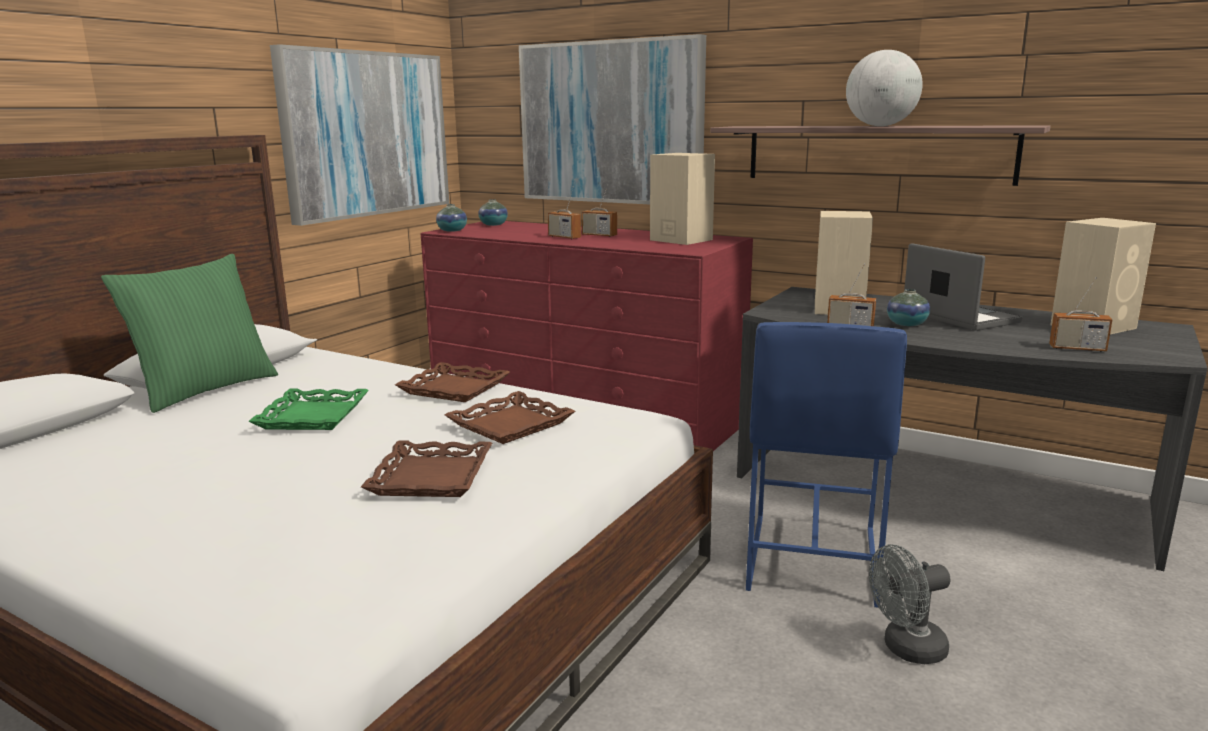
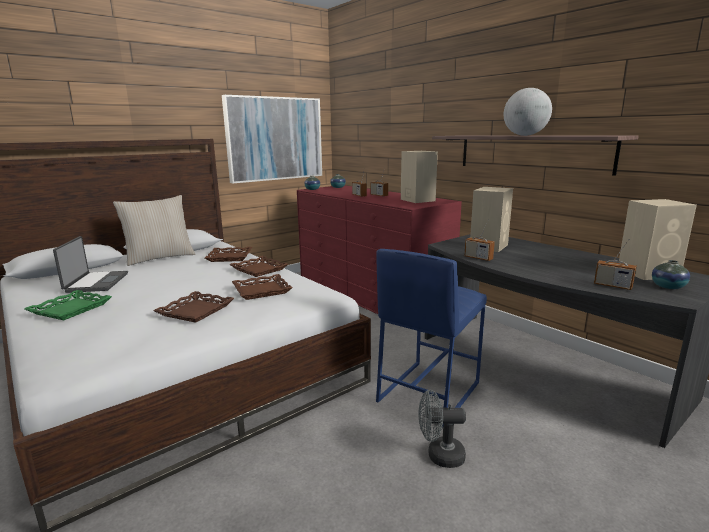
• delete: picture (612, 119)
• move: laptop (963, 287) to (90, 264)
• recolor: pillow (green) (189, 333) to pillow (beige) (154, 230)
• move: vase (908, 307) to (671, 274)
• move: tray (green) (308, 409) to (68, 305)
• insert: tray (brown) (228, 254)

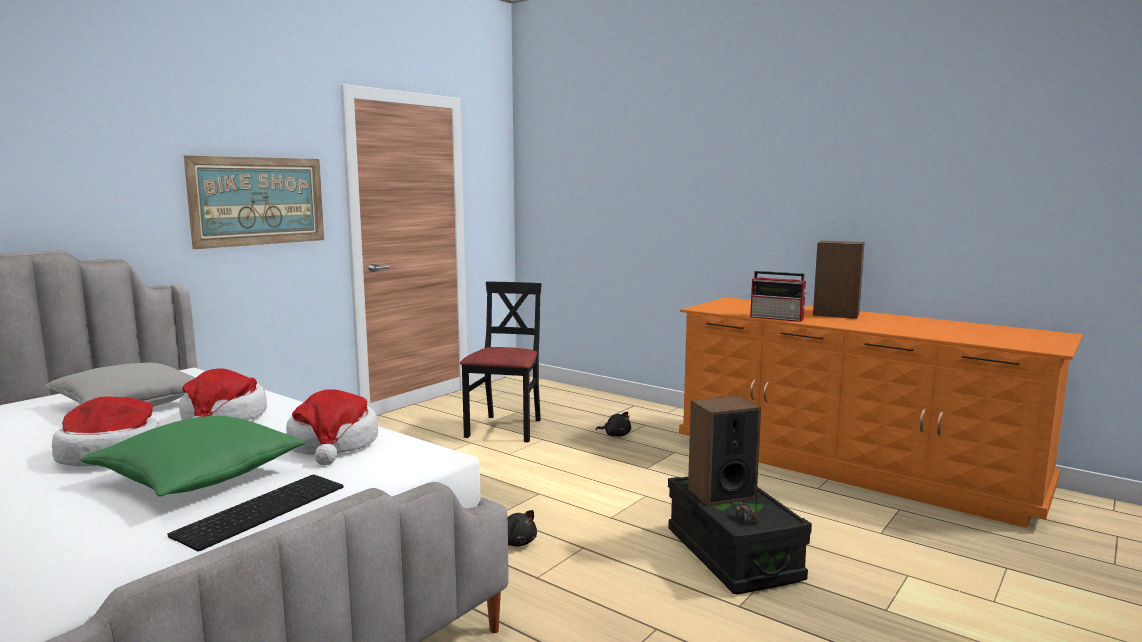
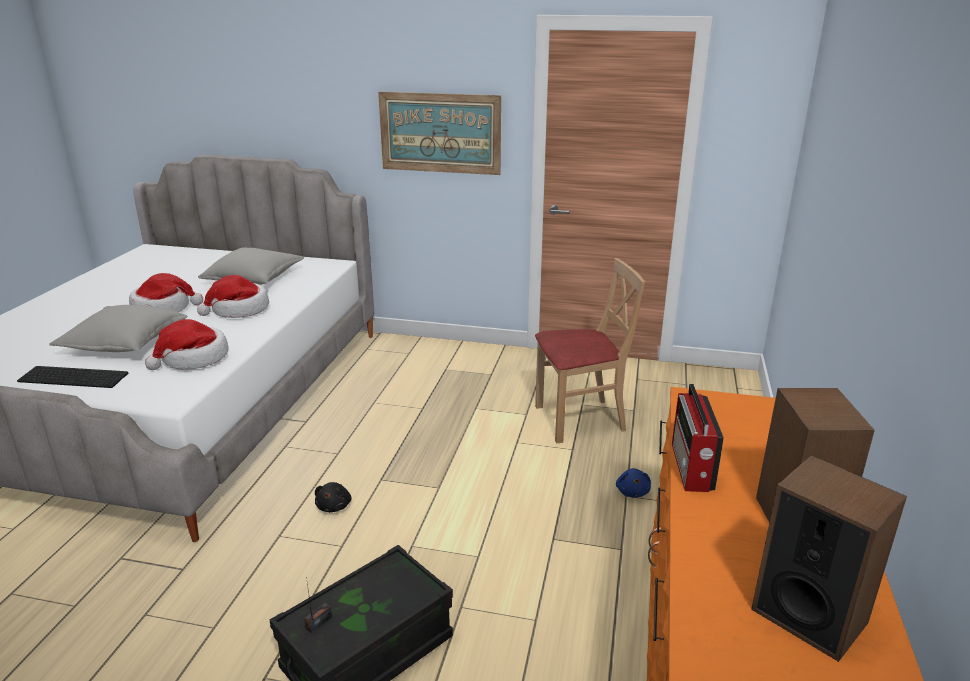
• recolor: chair (black) (501, 362) to chair (beige) (590, 350)
• move: speaker (724, 451) to (829, 558)
• recolor: plush toy (black) (613, 424) to plush toy (blue) (633, 483)
• recolor: pillow (green) (194, 456) to pillow (grey) (118, 328)

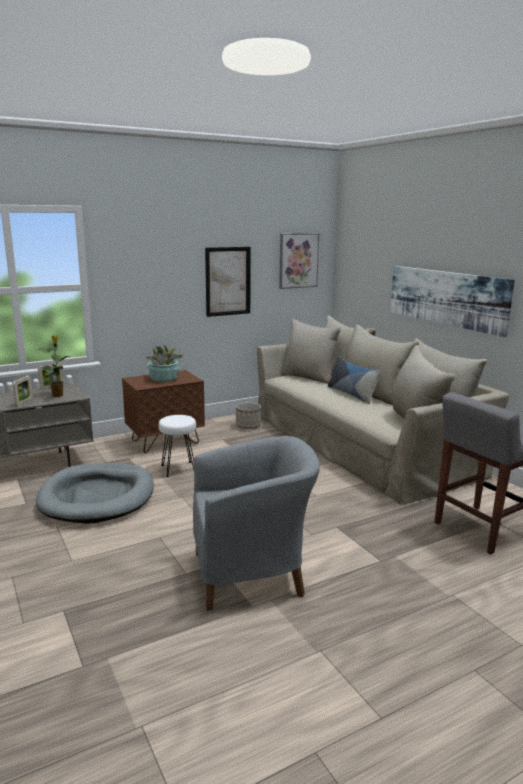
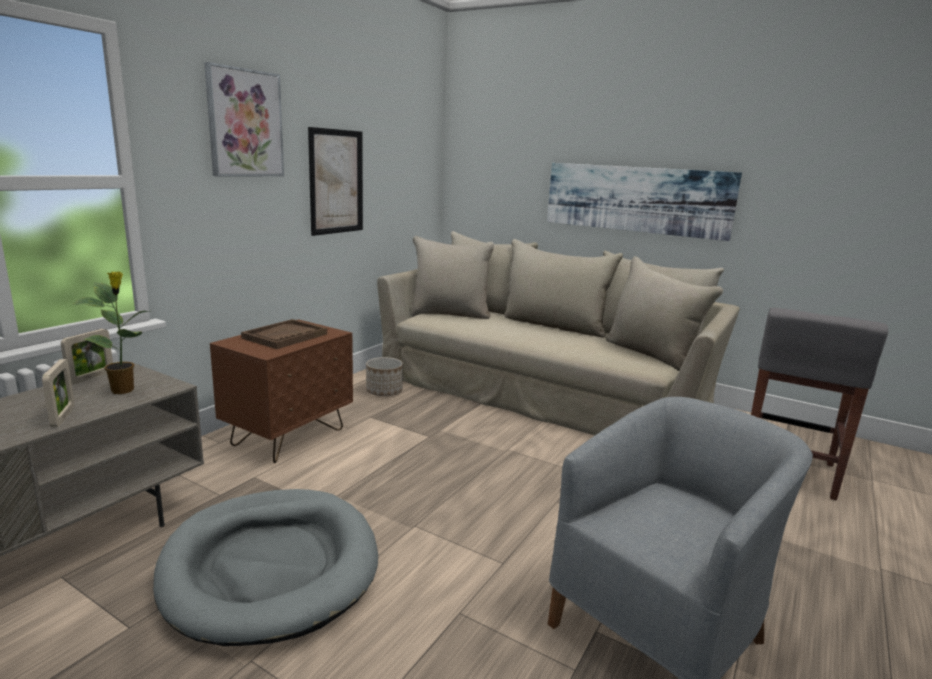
• move: picture (299, 261) to (244, 119)
• replace: potted plant (164, 363) to tray (brown) (284, 334)
• delete: pillow (354, 380)
• delete: stool (white) (177, 446)

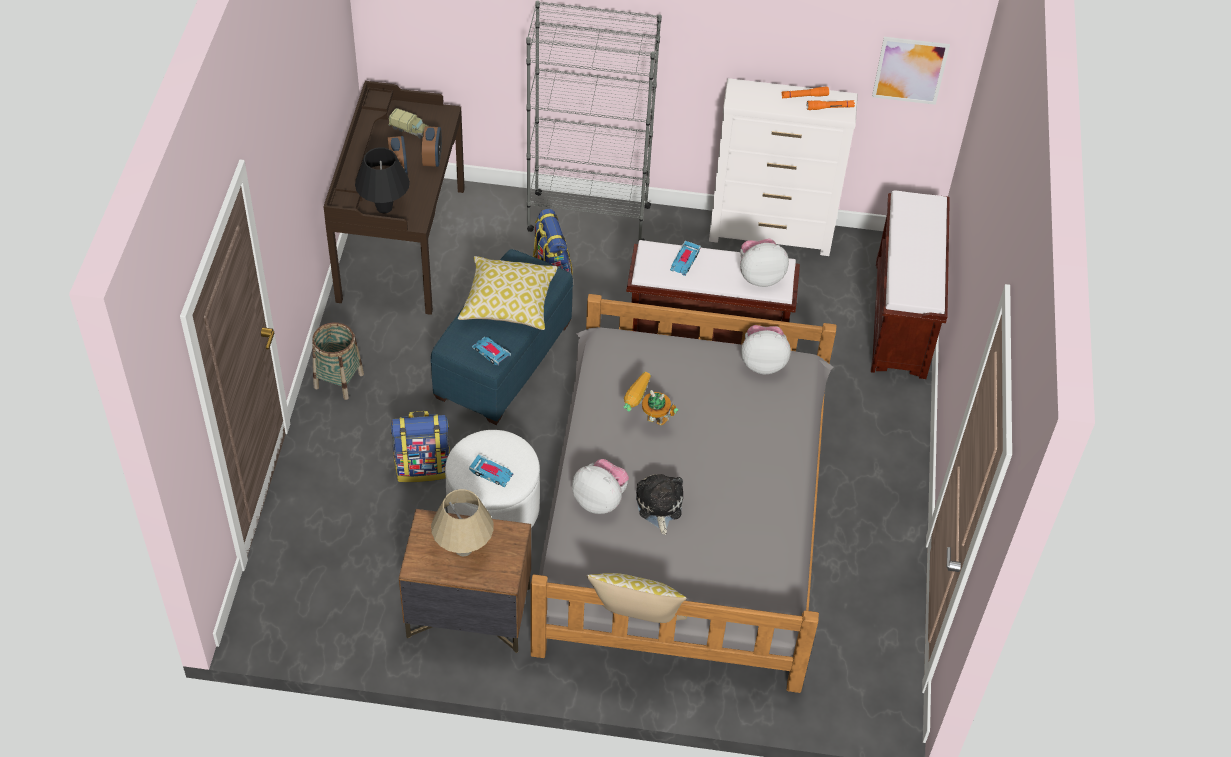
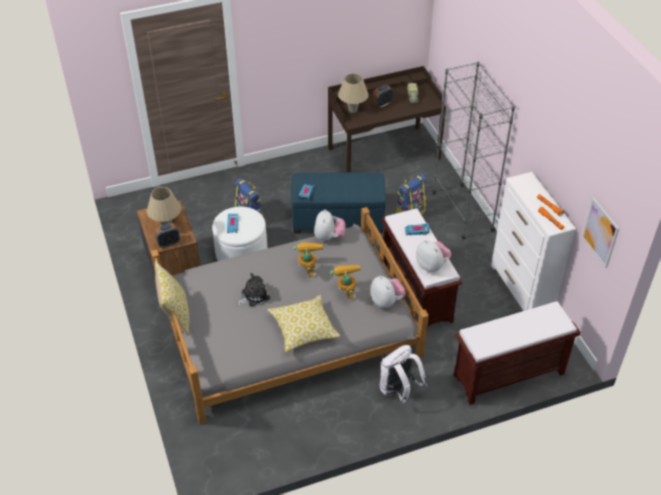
• move: alarm clock (432, 146) to (167, 235)
• recolor: table lamp (black) (382, 180) to table lamp (beige) (353, 93)
• move: pillow (508, 293) to (303, 323)
• delete: basket (338, 361)
• move: plush toy (600, 486) to (329, 225)
• insert: toy robot (345, 282)
• insert: backpack (white) (403, 374)

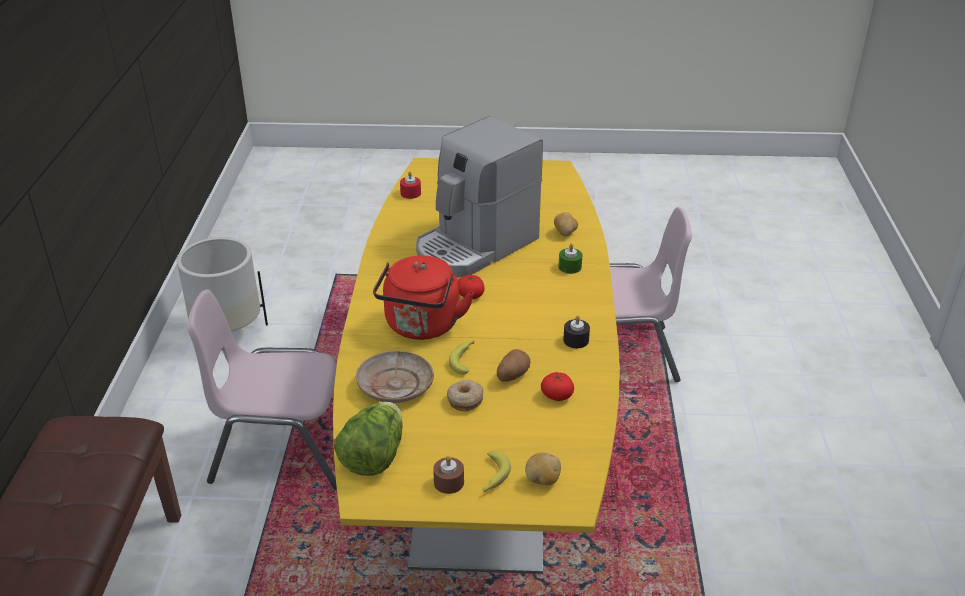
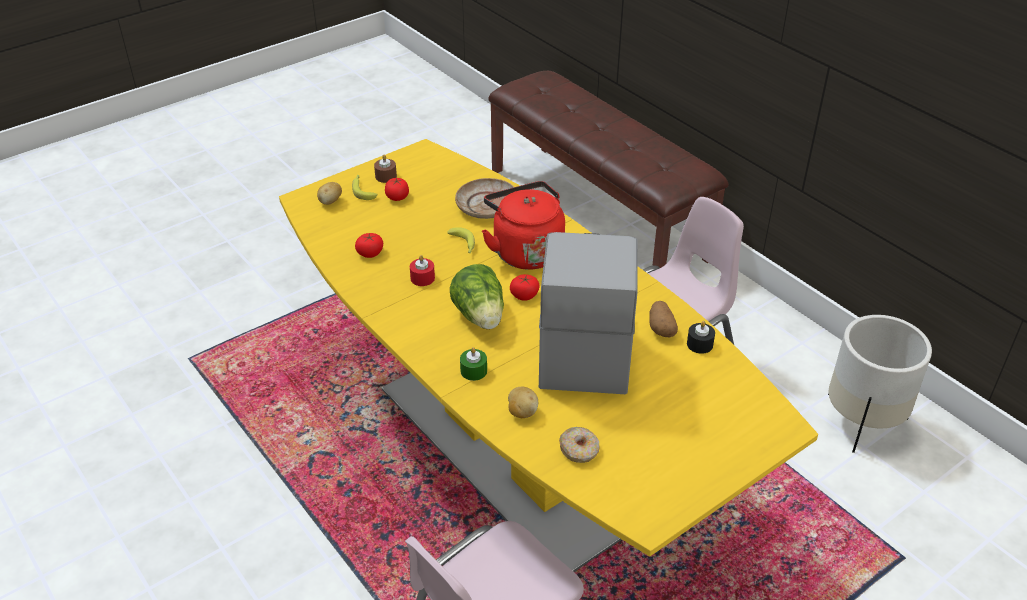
• move: candle (red) (410, 185) to (422, 270)
• move: candle (black) (576, 331) to (701, 337)
• move: potato (514, 365) to (663, 319)
• move: donut (465, 396) to (579, 445)
• move: lettuce (368, 439) to (477, 296)
• insert: tomato (397, 189)

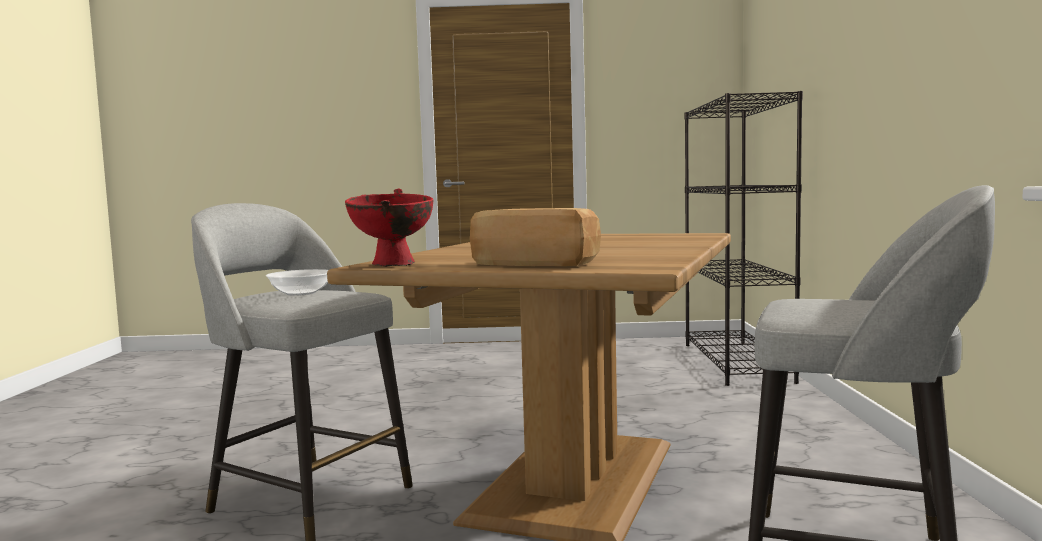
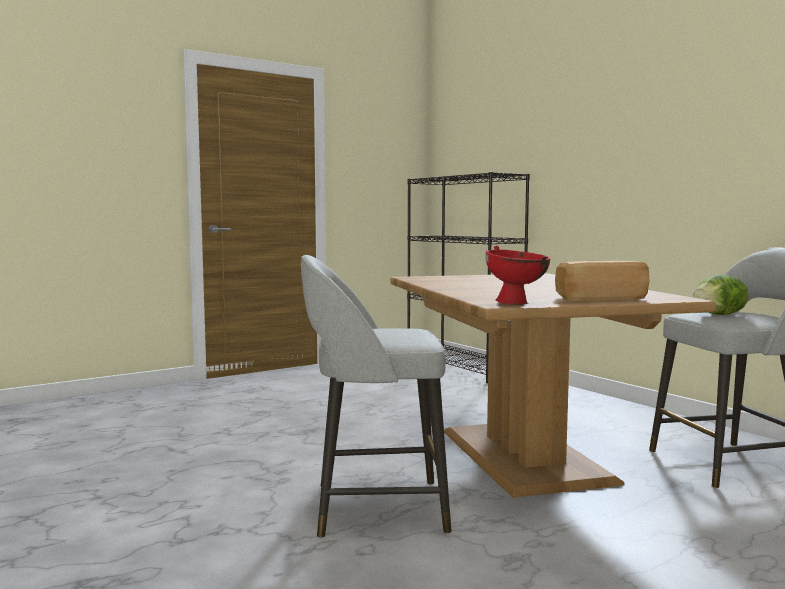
• delete: bowl (297, 282)
• insert: lettuce (720, 295)

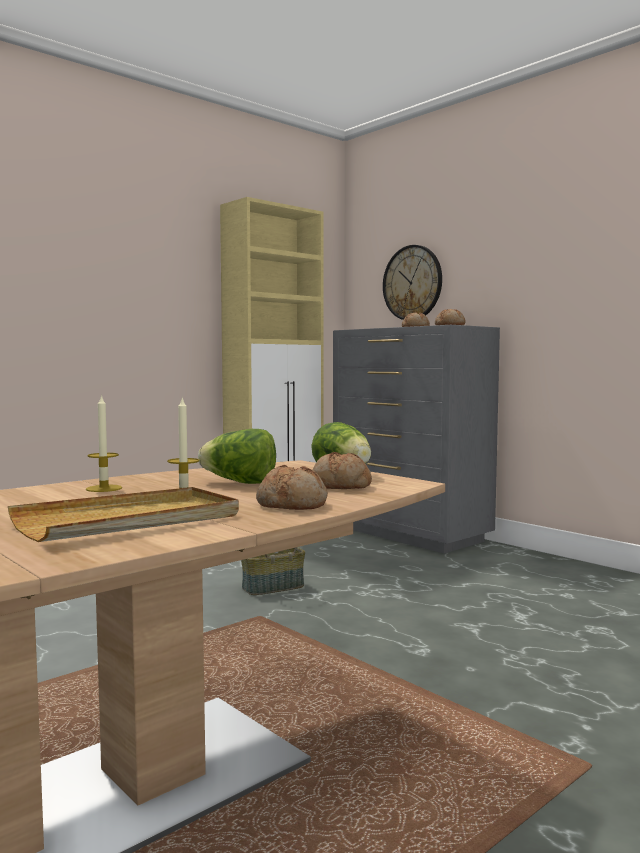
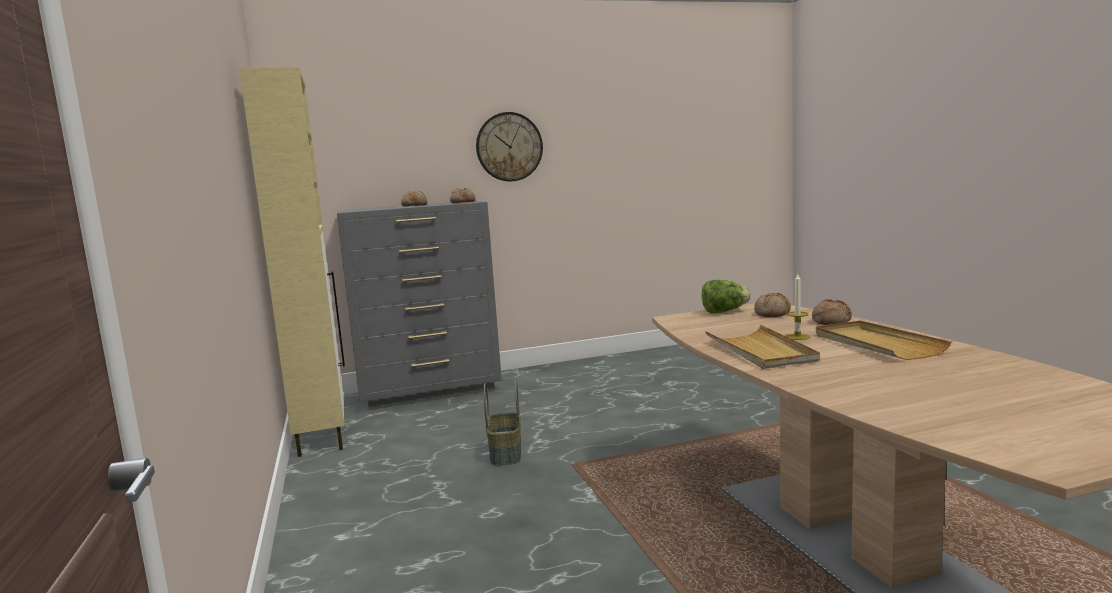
• move: wall clock (412, 282) to (509, 146)
• replace: candle (104, 443) to tray (beige) (762, 347)
• delete: lettuce (237, 456)

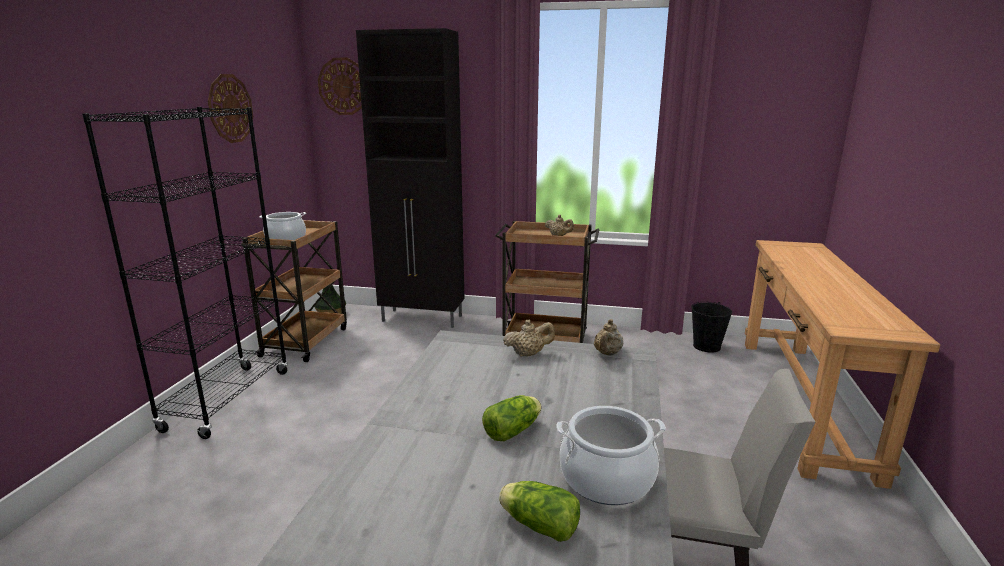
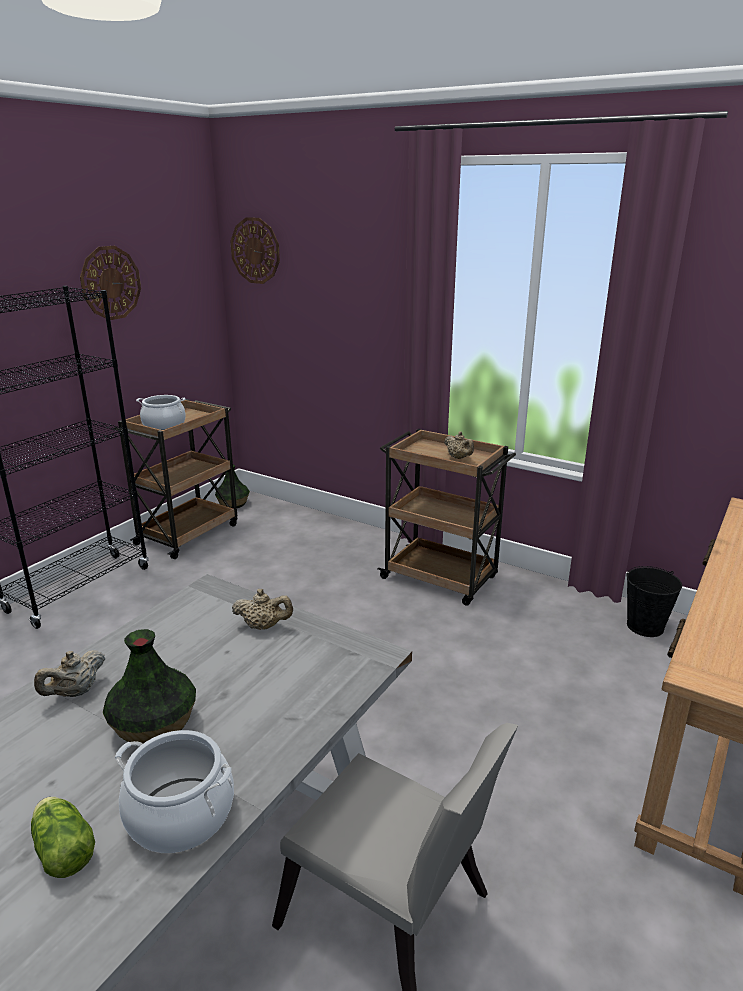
• delete: cabinet (black) (410, 178)
• move: teapot (beige) (608, 337) to (69, 673)
• replace: lettuce (511, 418) to vase (149, 686)

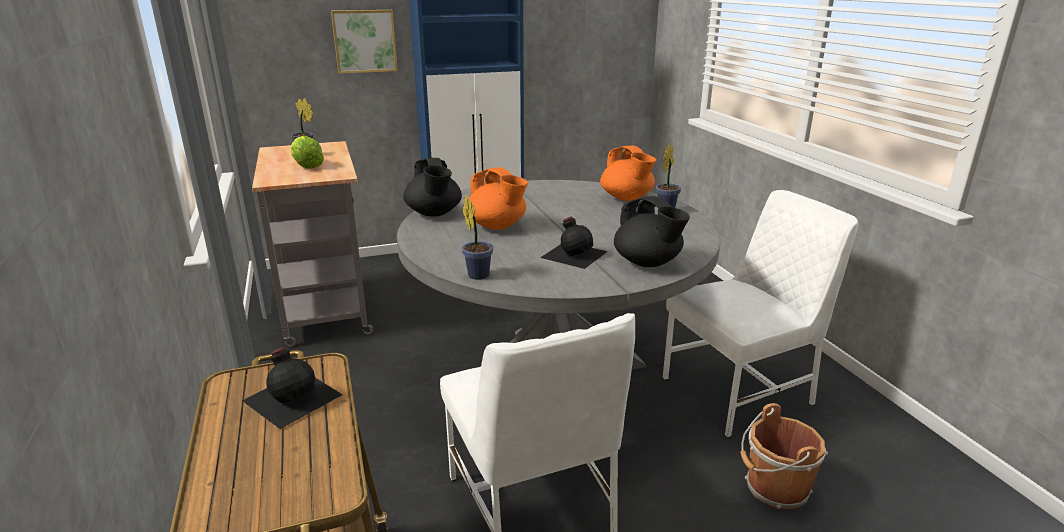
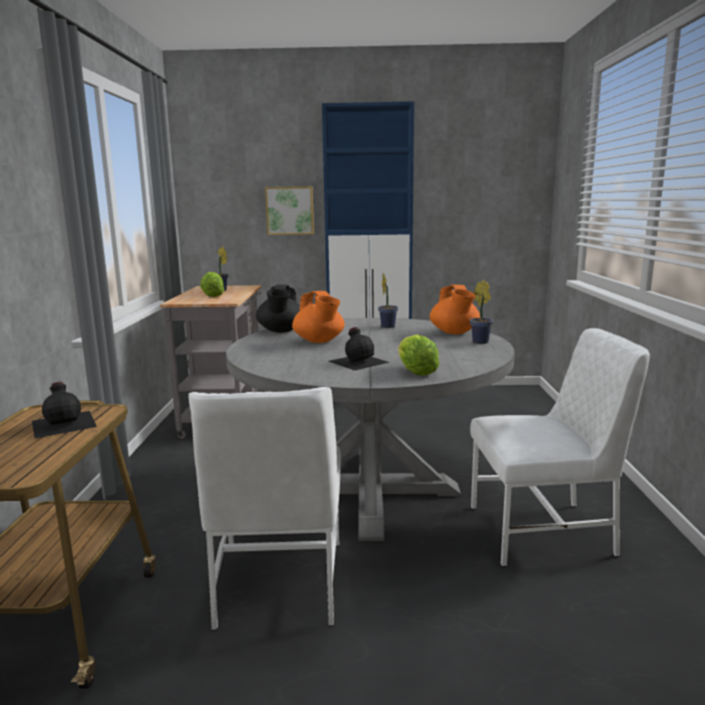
• move: potted plant (477, 237) to (388, 300)
• replace: teapot (black) (652, 231) to lettuce (418, 355)
• delete: bucket (brown) (784, 457)

